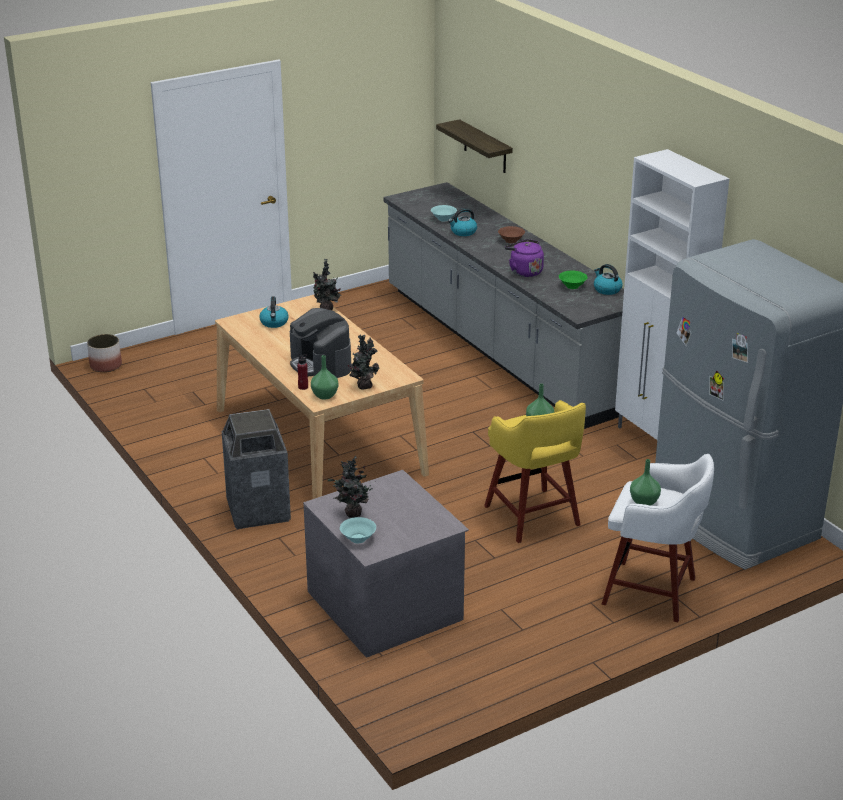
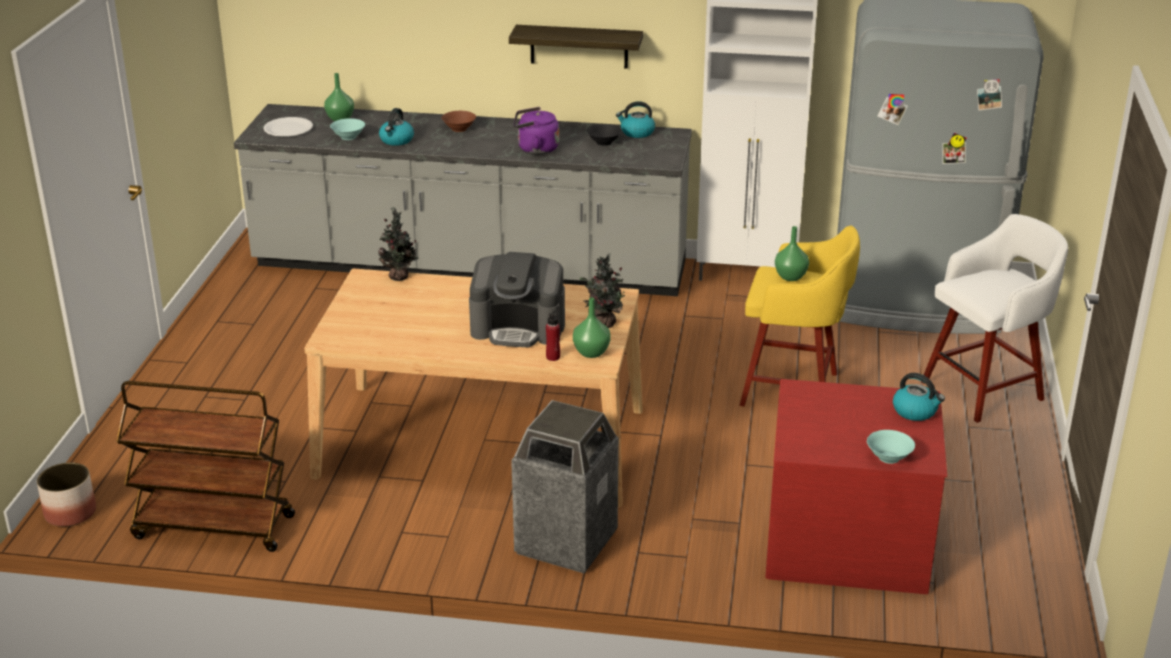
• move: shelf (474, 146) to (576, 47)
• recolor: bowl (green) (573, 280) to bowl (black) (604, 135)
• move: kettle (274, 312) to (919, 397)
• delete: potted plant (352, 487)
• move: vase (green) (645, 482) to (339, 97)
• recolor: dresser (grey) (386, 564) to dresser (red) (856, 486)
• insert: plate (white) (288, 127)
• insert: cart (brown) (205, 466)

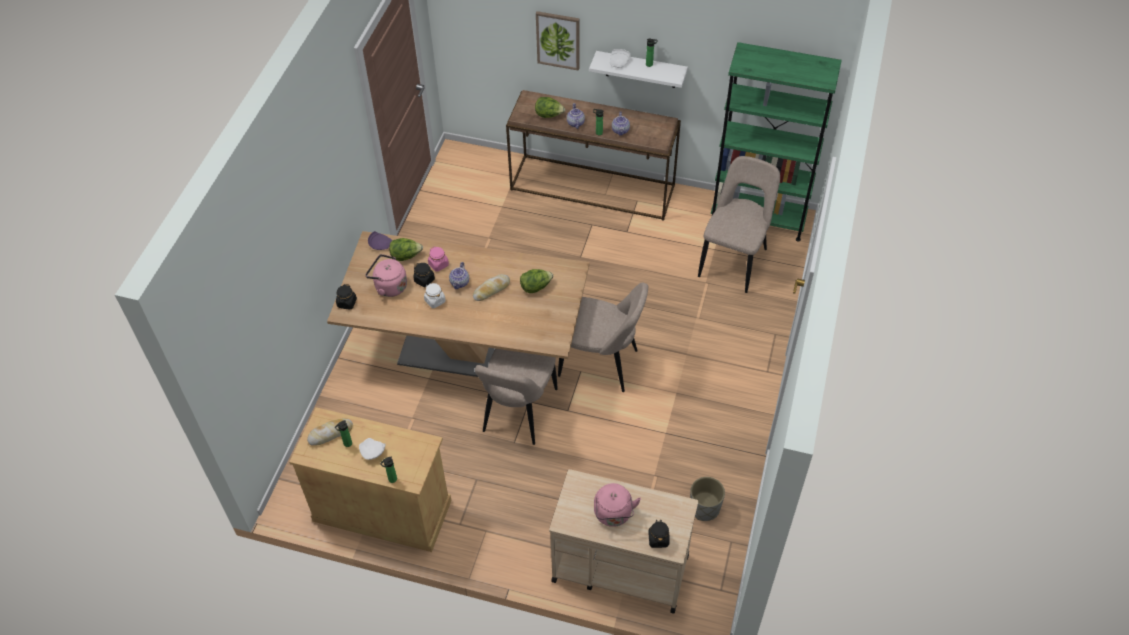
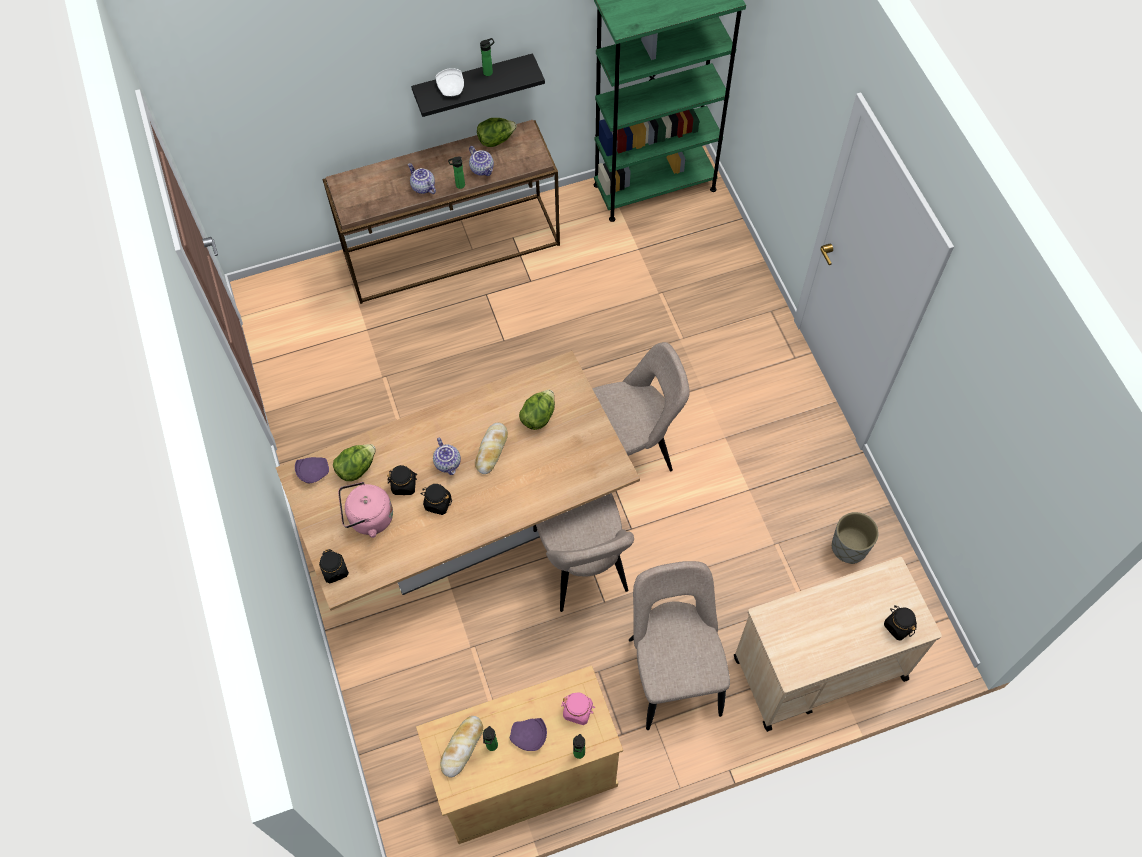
• delete: picture (558, 41)
• recolor: shelf (white) (638, 69) to shelf (black) (478, 85)
• move: lettuce (550, 107) to (497, 132)
• move: chair (beige) (739, 224) to (679, 645)
• move: jar (pink) (438, 259) to (578, 709)
• recolor: jar (white) (434, 295) to jar (black) (436, 499)
• recolor: plate (white) (372, 449) to plate (purple) (528, 734)
• delete: kettle (pink) (617, 505)

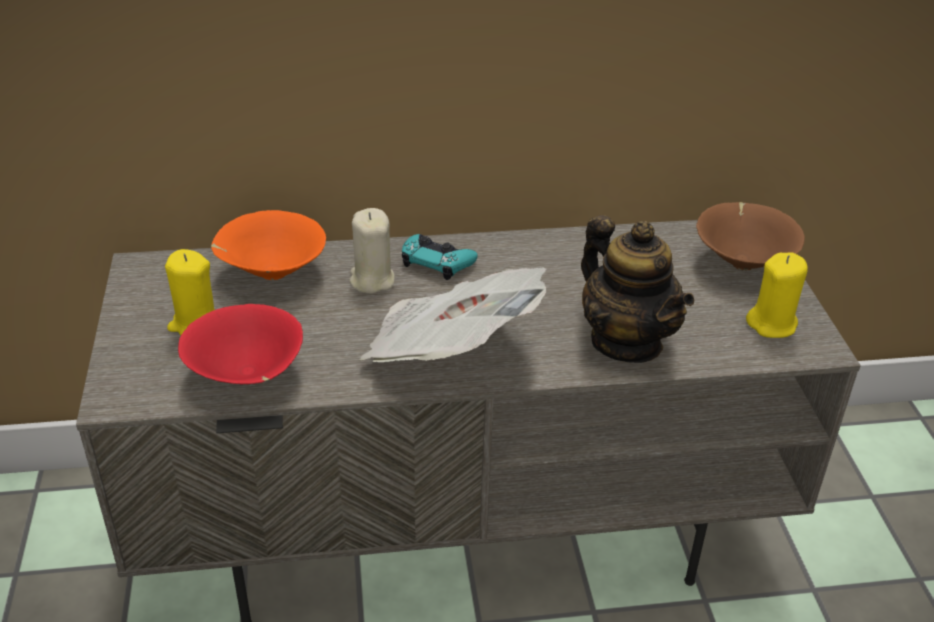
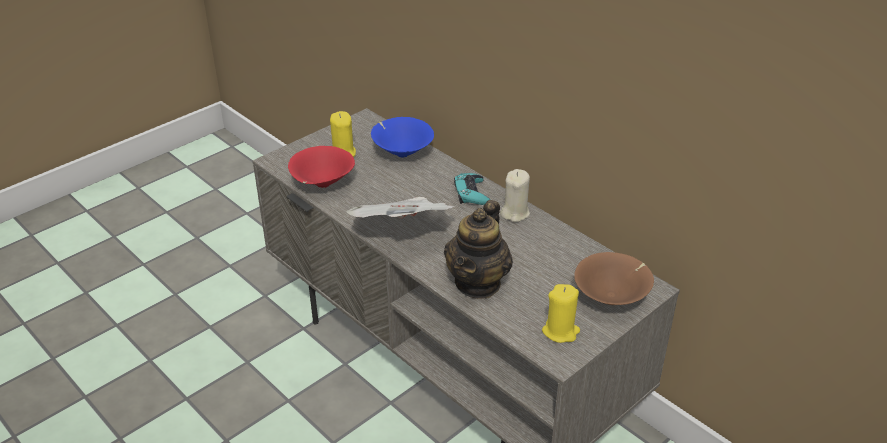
• move: candle (beige) (372, 251) to (515, 195)
• recolor: bowl (orange) (268, 245) to bowl (blue) (402, 137)

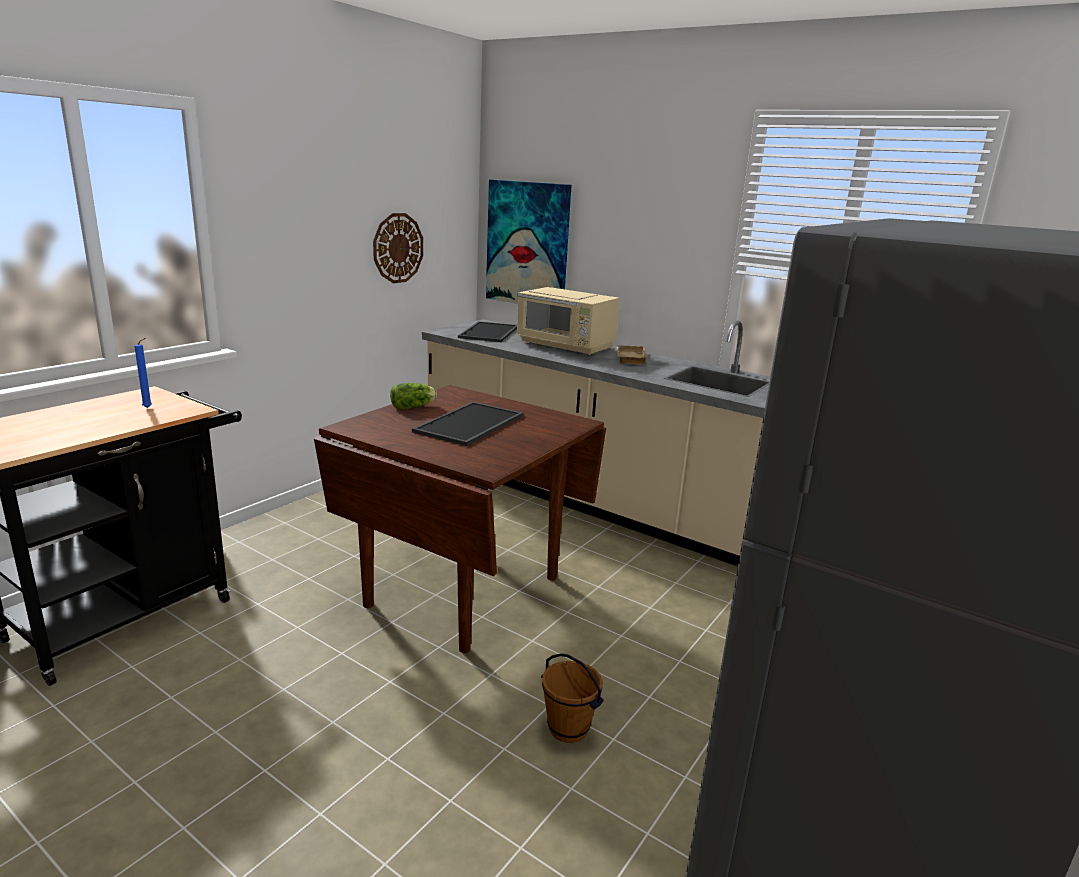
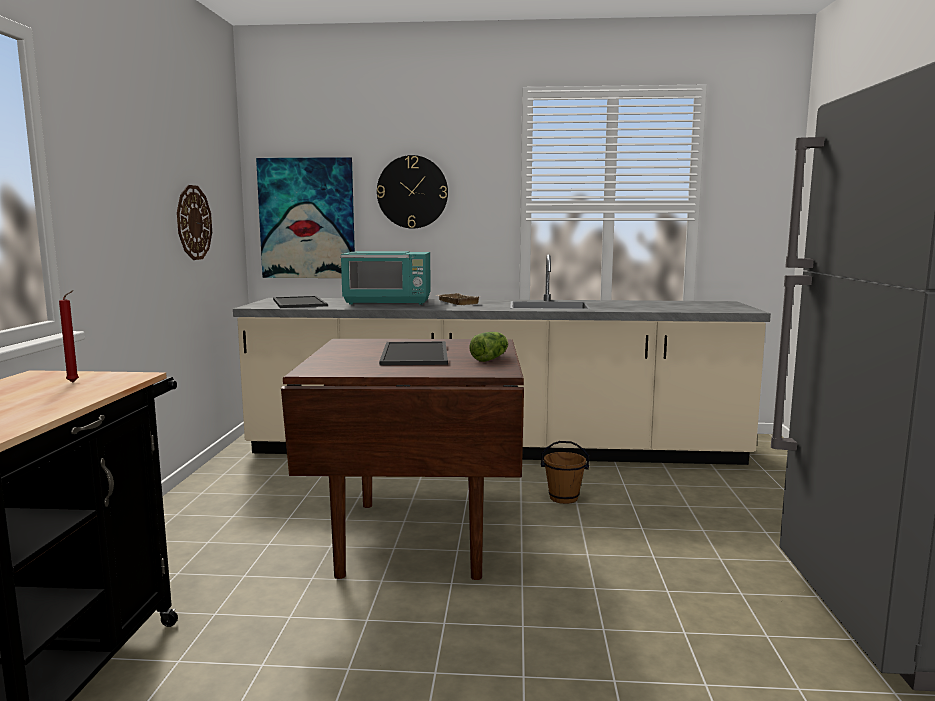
• recolor: microwave (beige) (568, 321) to microwave (turquoise) (385, 278)
• recolor: candle (blue) (143, 373) to candle (red) (69, 336)
• move: lettuce (413, 396) to (489, 347)
• move: bucket (brown) (572, 698) to (565, 472)
• insert: wall clock (412, 192)

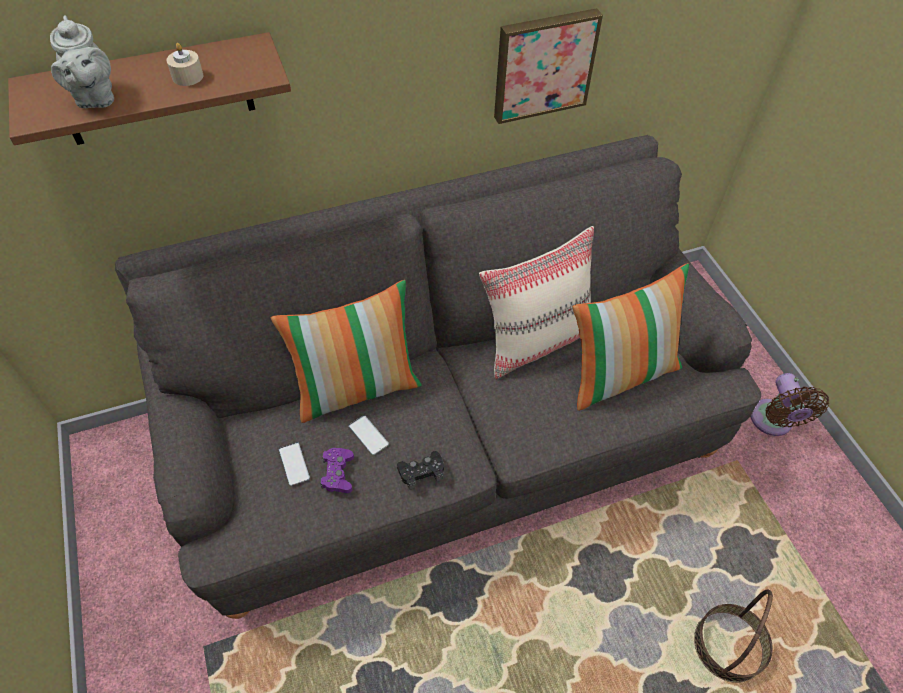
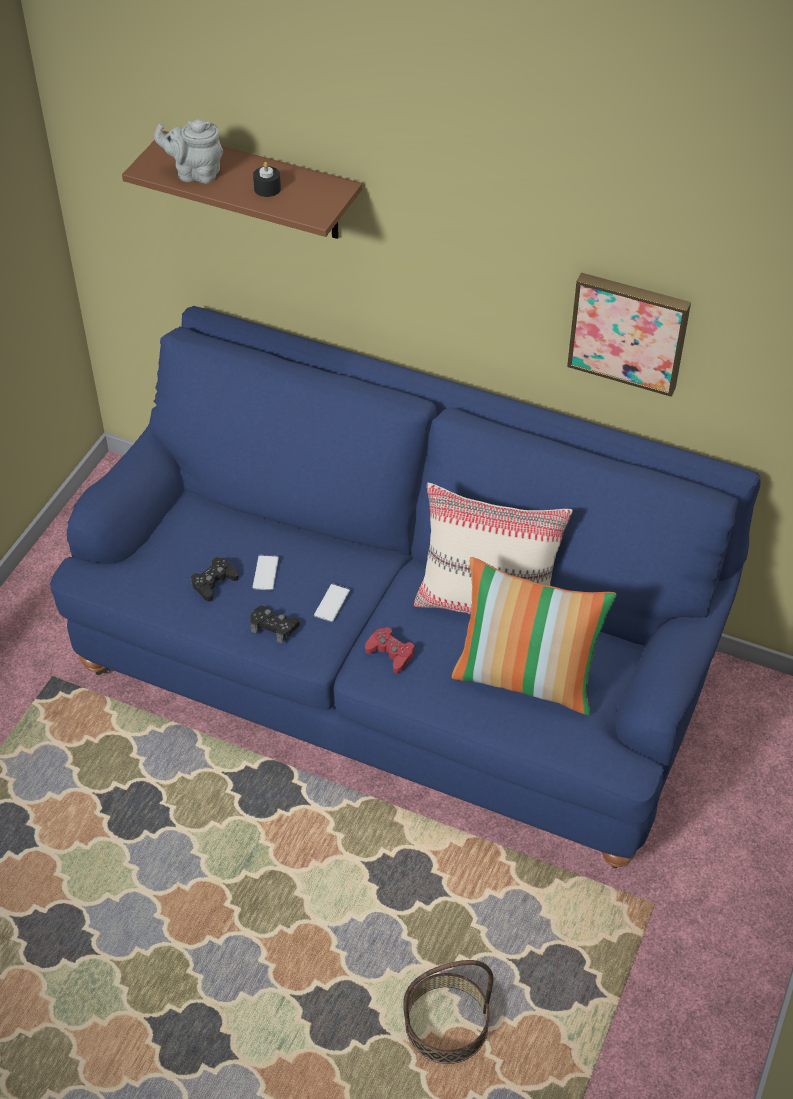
• rotate: teapot (grey) (82, 61) = (188, 151) 75 degrees clockwise
• recolor: candle (beige) (184, 64) to candle (black) (267, 179)
• recolor: sofa (grey) (438, 377) to sofa (blue) (405, 587)
• delete: pillow (346, 351)
• delete: fan (brown) (789, 404)
• move: phone (294, 464) to (332, 602)
• recolor: game controller (purple) (337, 470) to game controller (black) (215, 579)
• insert: game controller (red) (390, 650)

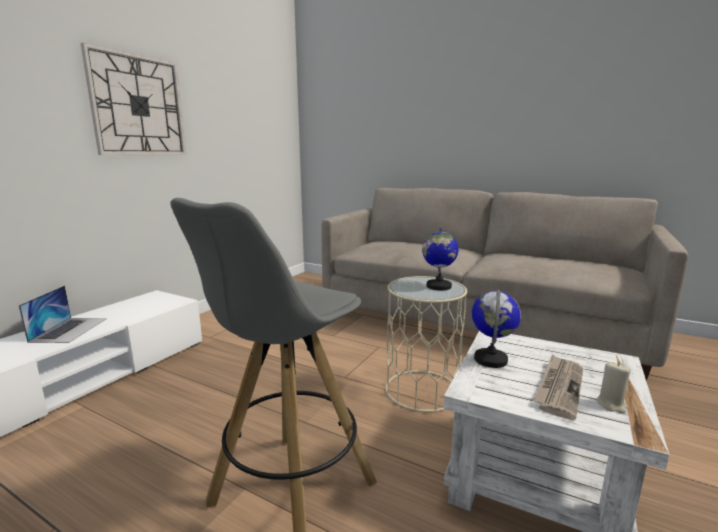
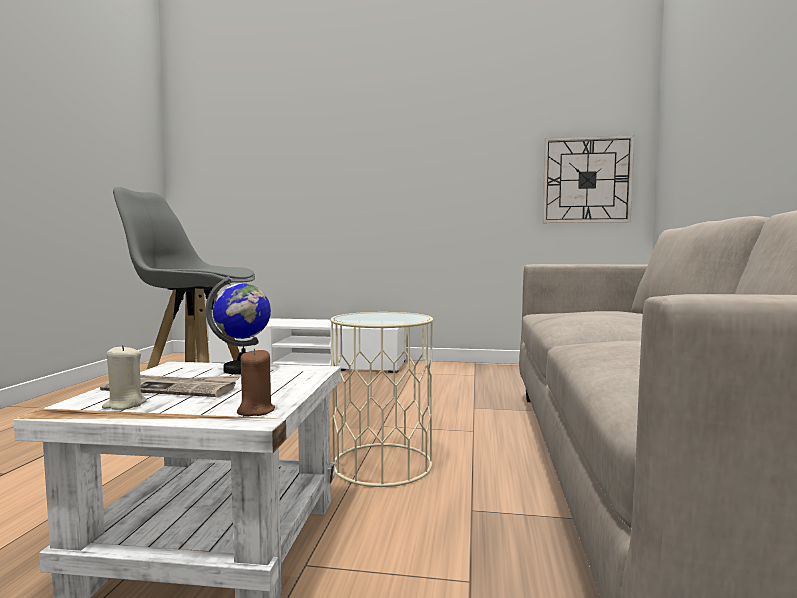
• move: wall clock (133, 99) to (588, 179)
• delete: globe (440, 258)
• delete: laptop (63, 314)
• insert: candle (brown) (256, 382)

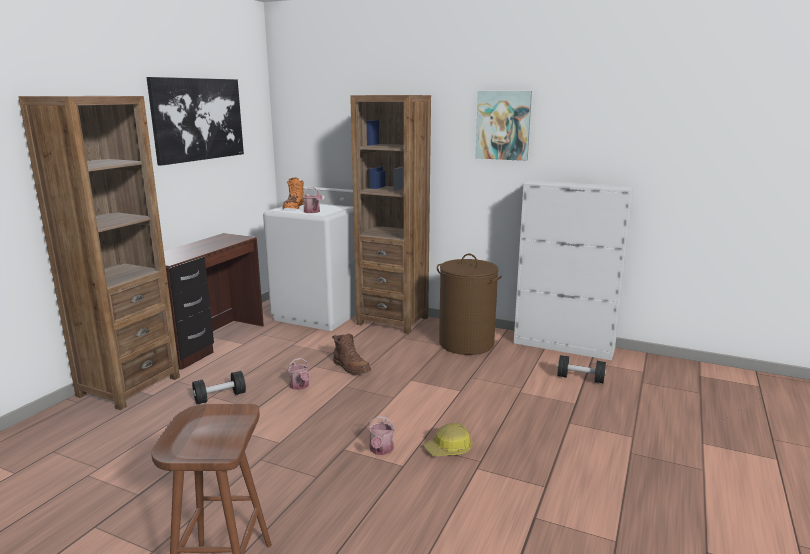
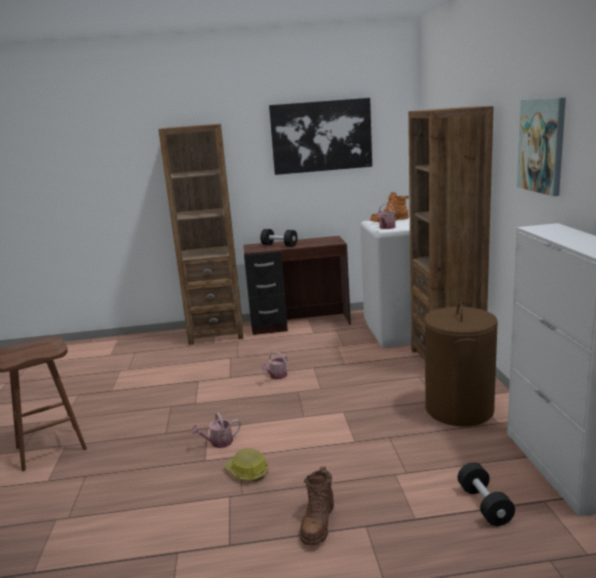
• move: boot (brown) (351, 354) to (317, 506)
• move: dumbbell (black) (219, 387) to (279, 238)

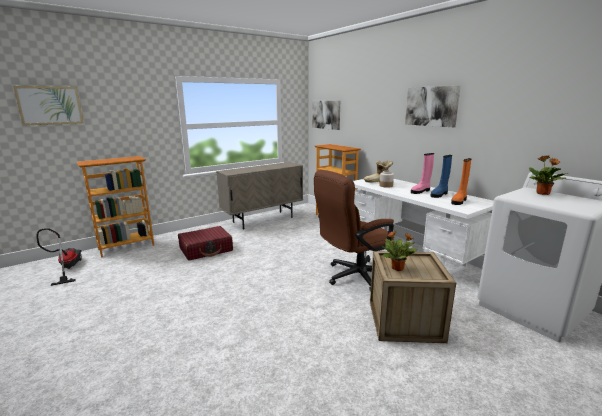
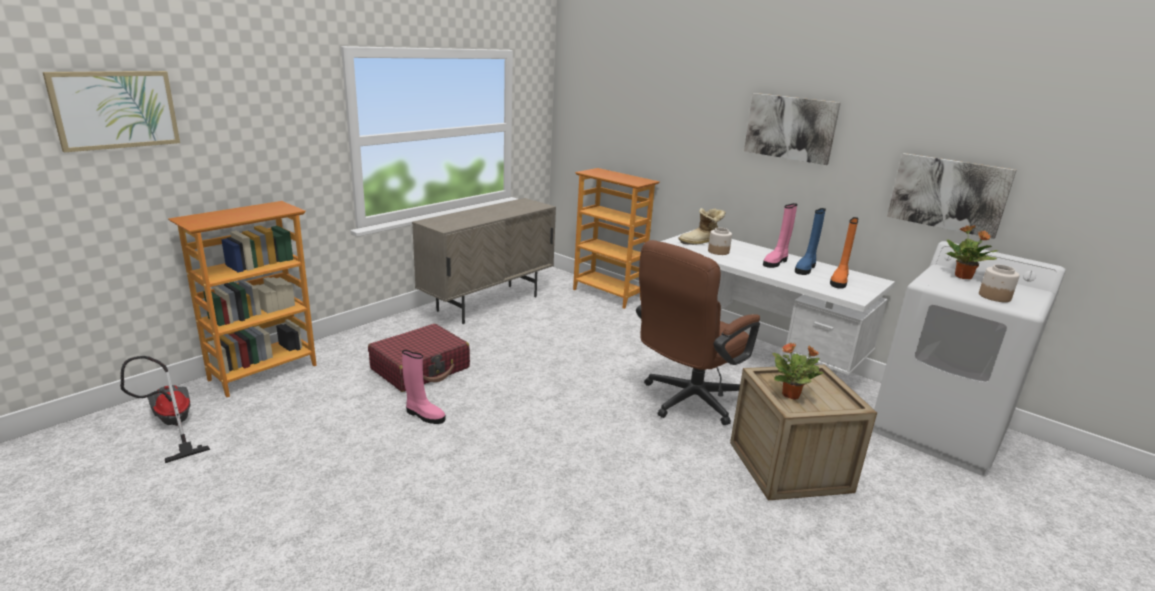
• move: picture (326, 115) to (952, 196)
• insert: jar (999, 283)
• insert: boot (pink) (424, 387)

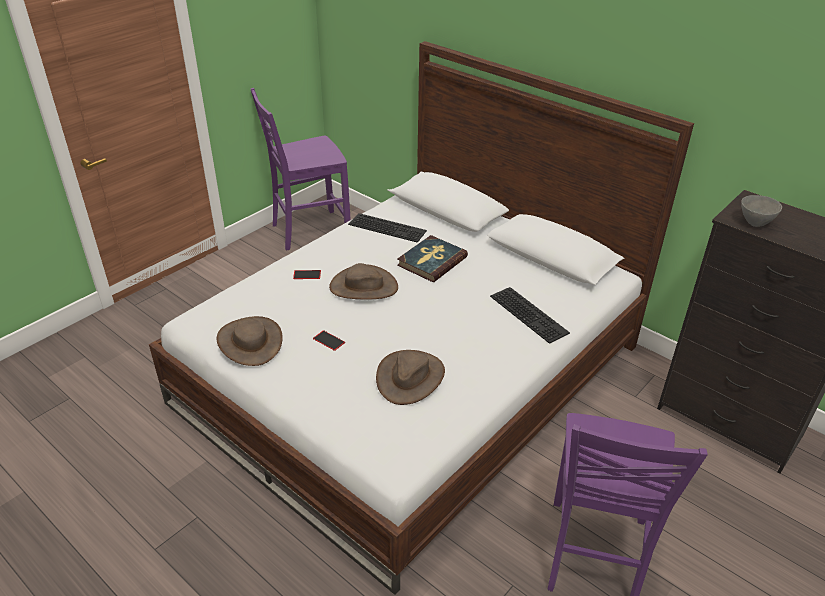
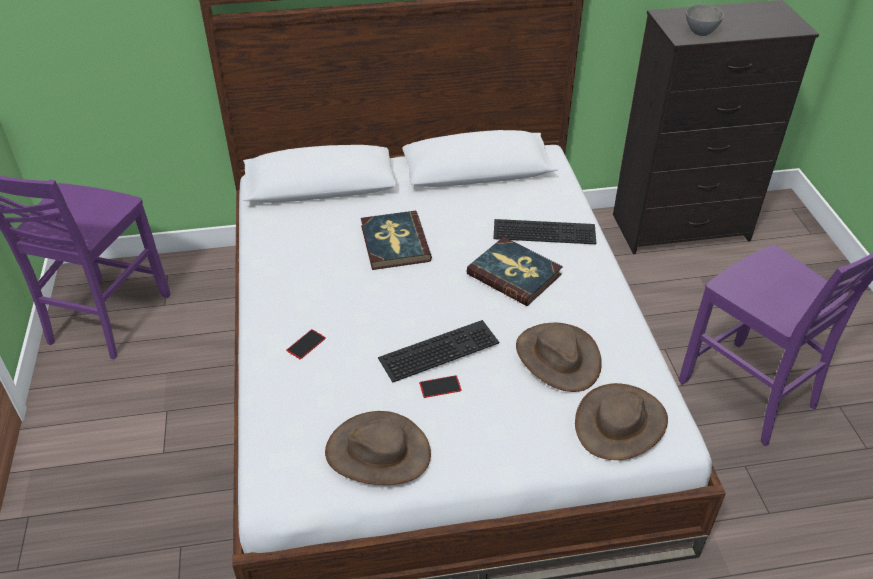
• move: keyboard (387, 228) to (438, 351)
• move: hat (brown) (363, 281) to (621, 421)
• insert: book (515, 271)

